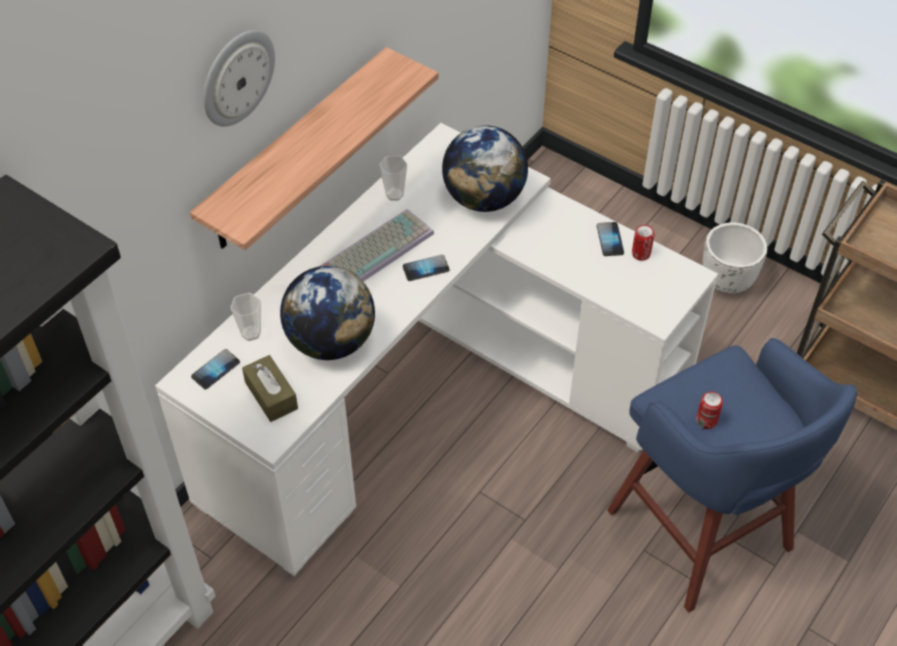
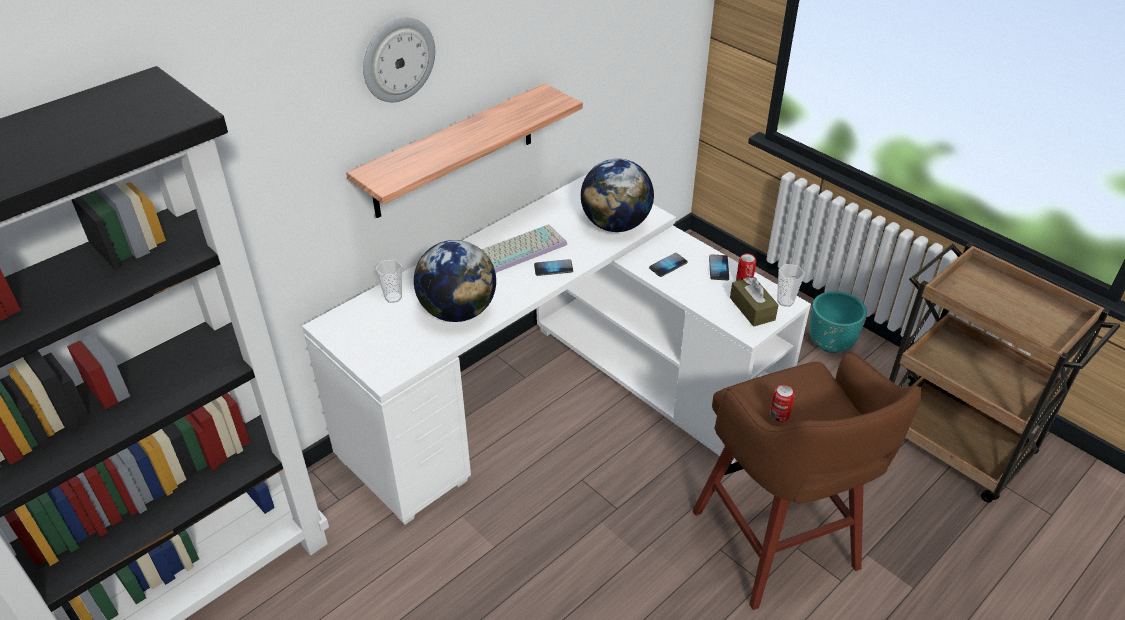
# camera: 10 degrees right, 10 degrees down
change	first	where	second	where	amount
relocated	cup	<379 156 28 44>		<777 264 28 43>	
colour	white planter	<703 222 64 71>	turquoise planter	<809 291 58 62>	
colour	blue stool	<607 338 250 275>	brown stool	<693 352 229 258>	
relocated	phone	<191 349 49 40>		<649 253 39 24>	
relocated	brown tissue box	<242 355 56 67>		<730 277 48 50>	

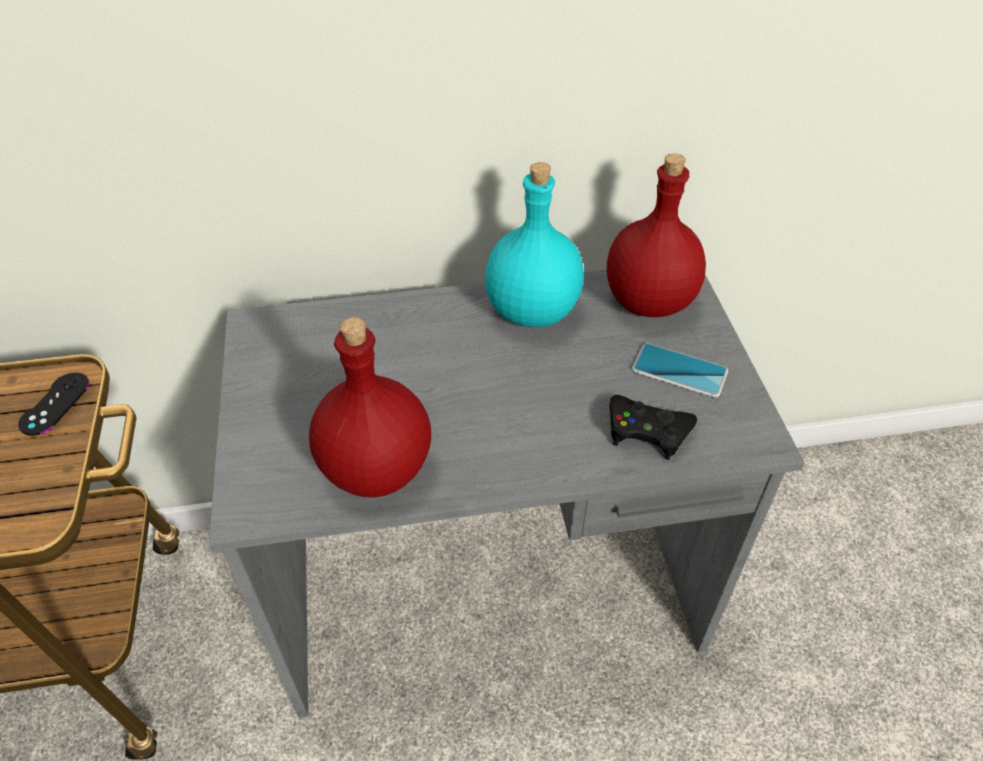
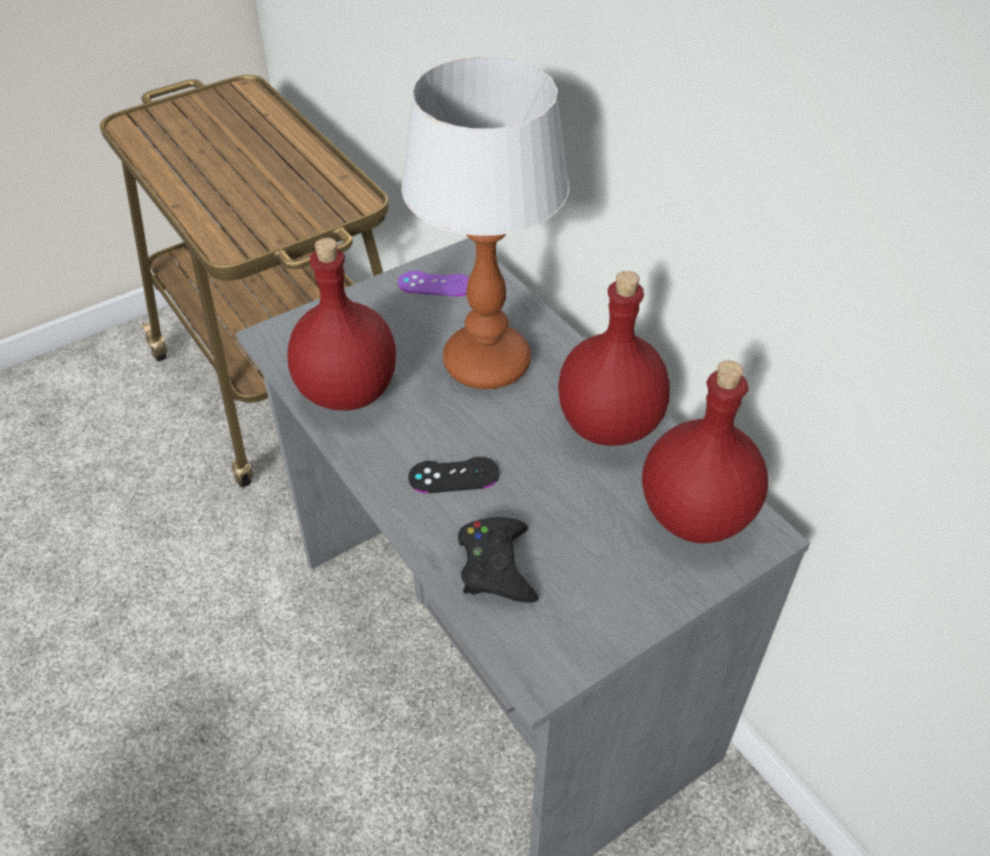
# camera: 65 degrees right, 0 degrees up
change	first	where	second	where	amount
colour	turquoise bottle	<485 162 99 165>	red bottle	<558 271 112 175>	
missing	phone	<632 343 96 55>			
relocated	black game controller	<18 373 71 63>		<408 457 92 36>	
appeared			table lamp	<401 56 169 333>	
appeared			purple game controller	<398 271 71 25>	

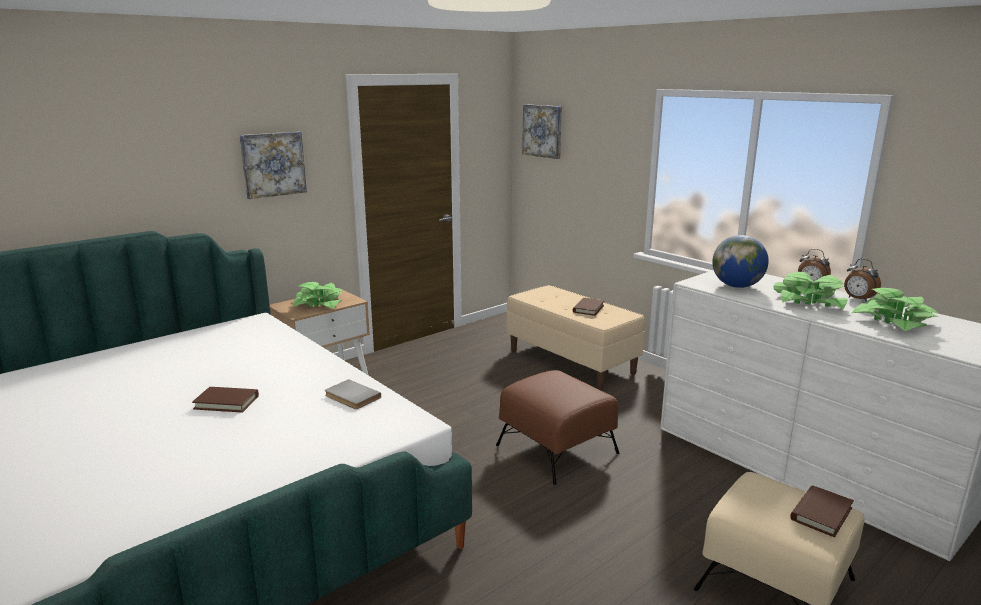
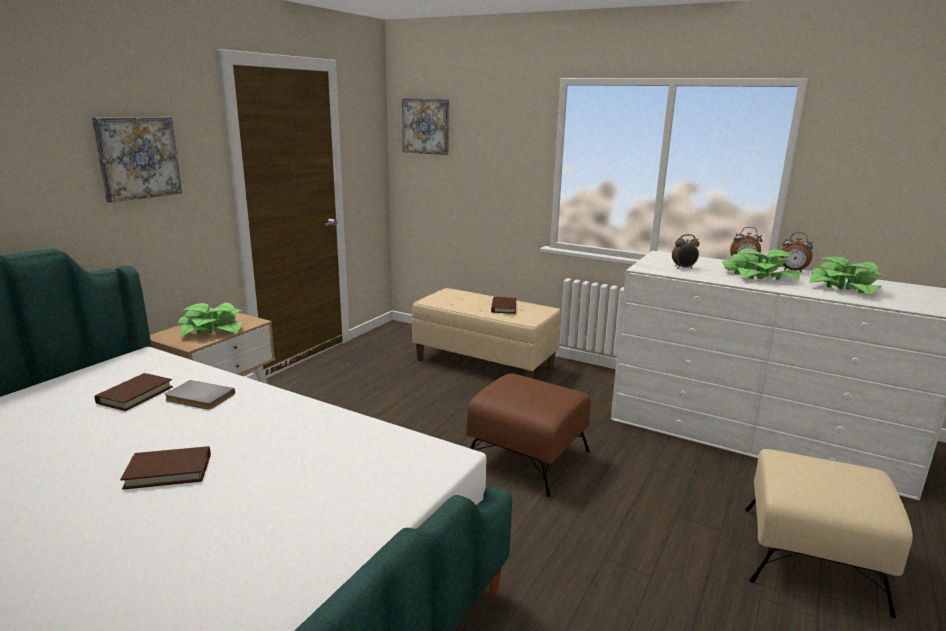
# camera: 20 degrees left, 0 degrees up
change	first	where	second	where	amount
exchanged	globe	<712 235 57 53>	alarm clock	<672 234 28 35>	
relocated	grey book	<325 379 56 30>		<165 380 70 30>	
relocated	brown book	<790 485 64 52>		<95 373 78 38>	

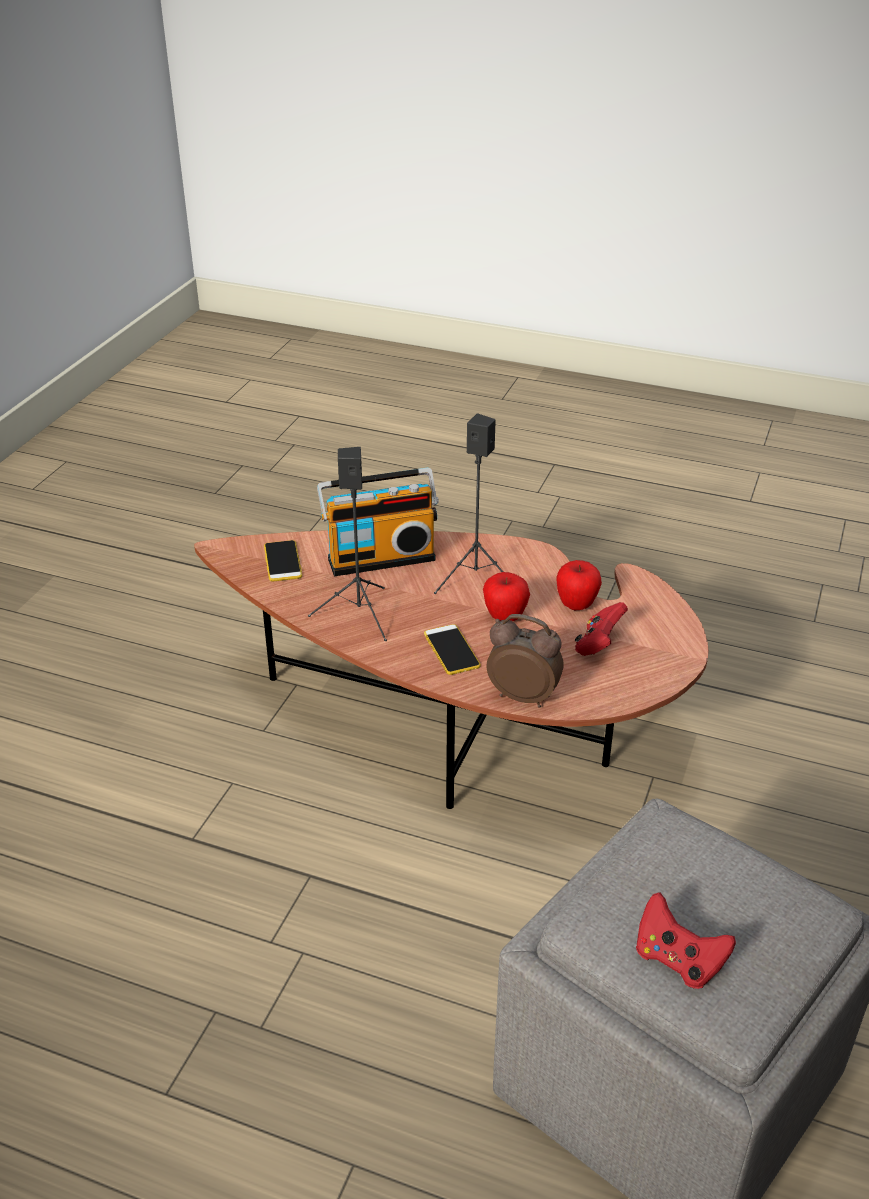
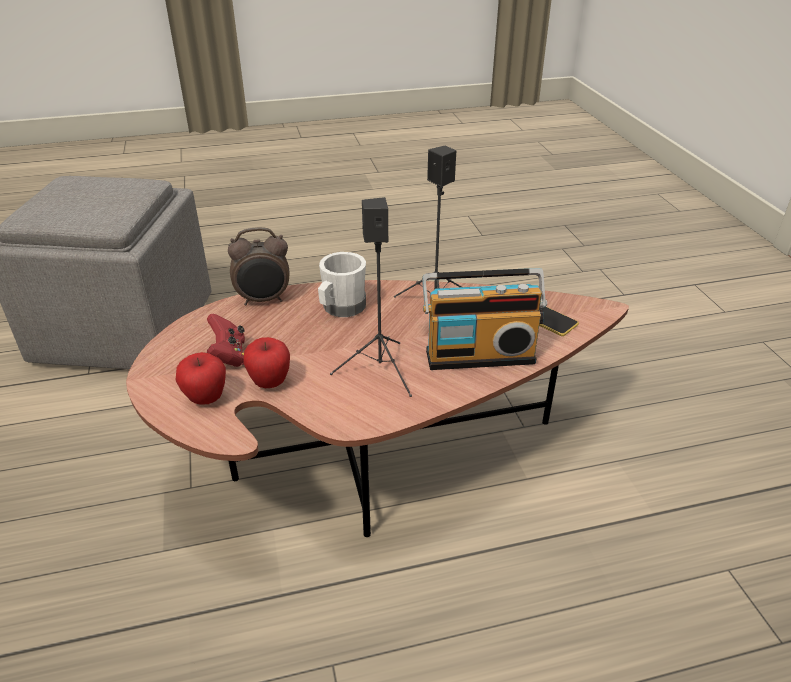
# camera: 145 degrees right, 0 degrees up
change	first	where	second	where	amount
spun	radio	<317 468 122 108>		<422 268 125 102>	135 degrees counterclockwise
relocated	apple	<483 572 47 49>		<176 352 50 53>	
exchanged	phone	<424 624 57 51>	white mug	<318 252 48 65>	
missing	red game controller	<636 892 100 97>			

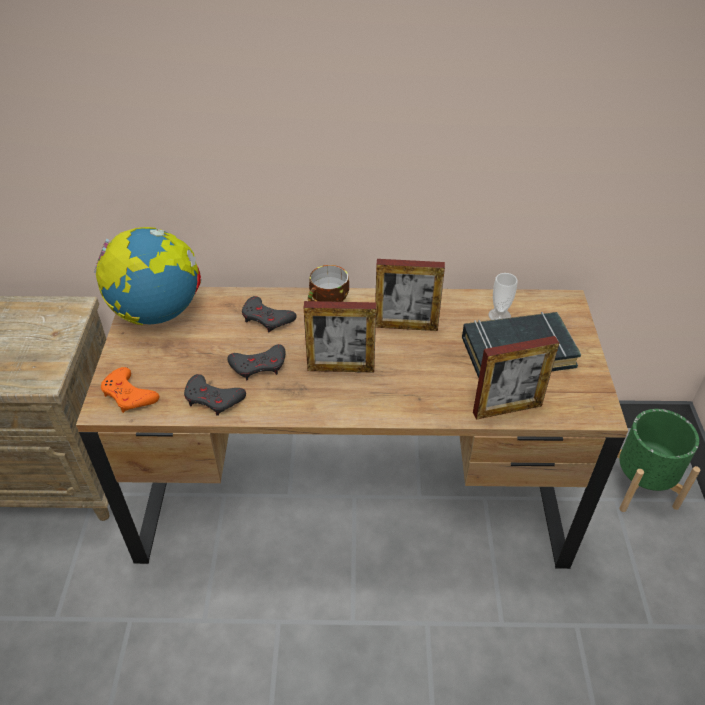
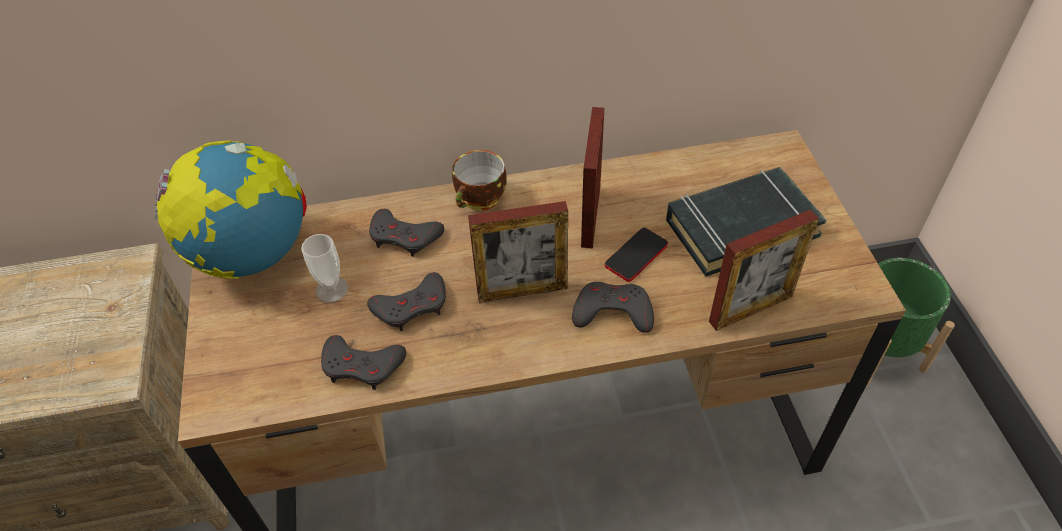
# camera: 10 degrees left, 5 degrees up
change	first	where	second	where	amount
spun	picture frame	<375 259 70 72>		<581 107 23 141>	105 degrees clockwise
relocated	cup	<488 273 30 47>		<301 234 47 68>	
missing	orange game controller	<101 367 58 46>			
appeared			phone	<605 228 63 54>	
appeared			grey game controller	<572 282 82 51>	

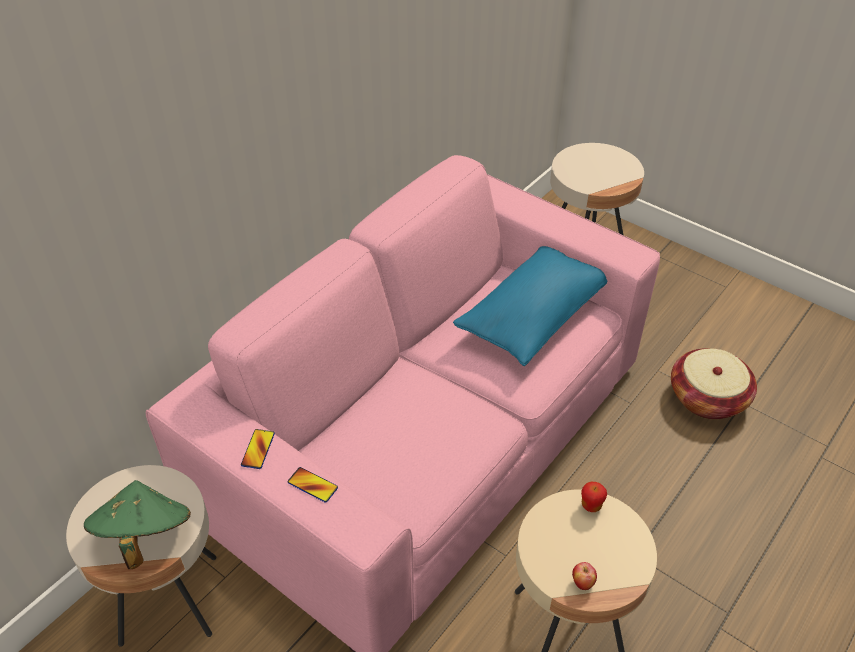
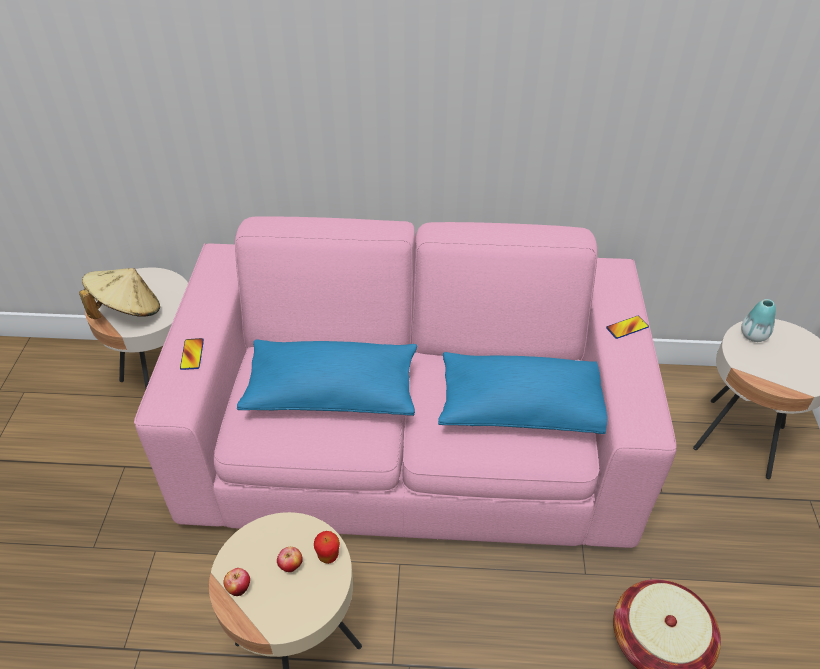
# camera: 55 degrees right, 0 degrees up
change	first	where	second	where	amount
relocated	phone	<241 429 34 40>		<606 316 43 23>	
colour	green hat	<84 480 107 89>	beige hat	<79 268 81 51>	
appeared			vase	<741 299 35 43>	
appeared			blue pillow	<237 339 180 77>	
appeared			apple	<277 547 26 25>	

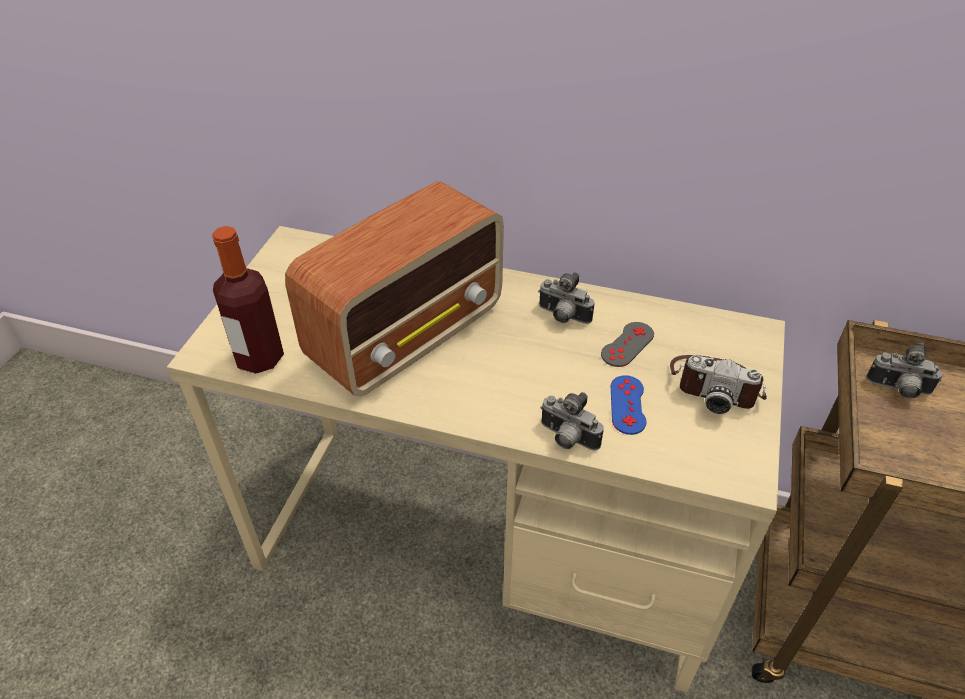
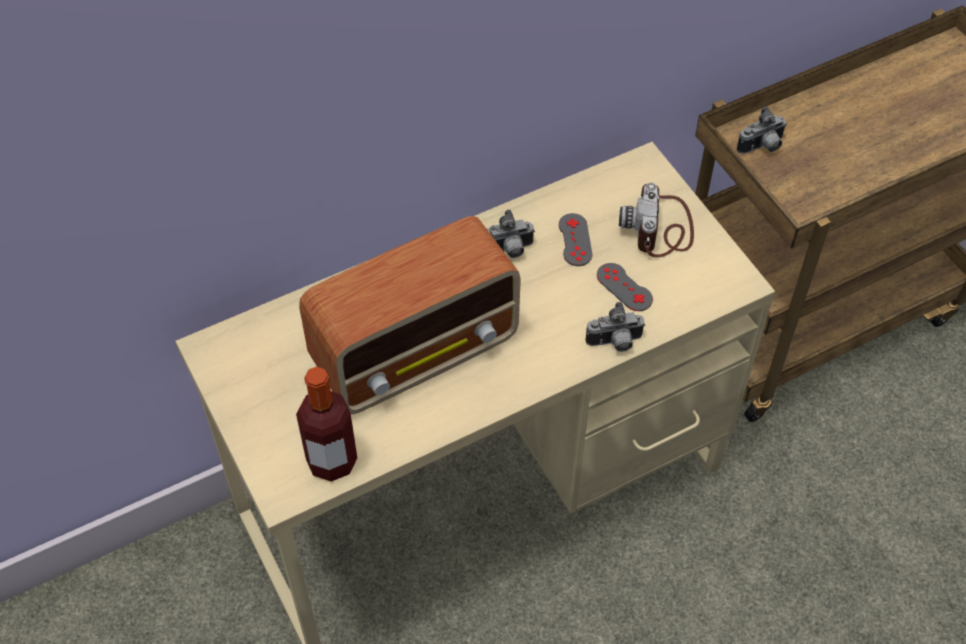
# camera: 45 degrees left, 10 degrees up
change	first	where	second	where	amount
spun	radio	<285 181 219 215>		<299 216 222 198>	60 degrees clockwise
spun	photo camera	<670 355 97 59>		<619 183 75 75>	120 degrees clockwise
colour	blue game controller	<610 375 37 60>	grey game controller	<597 263 56 48>	

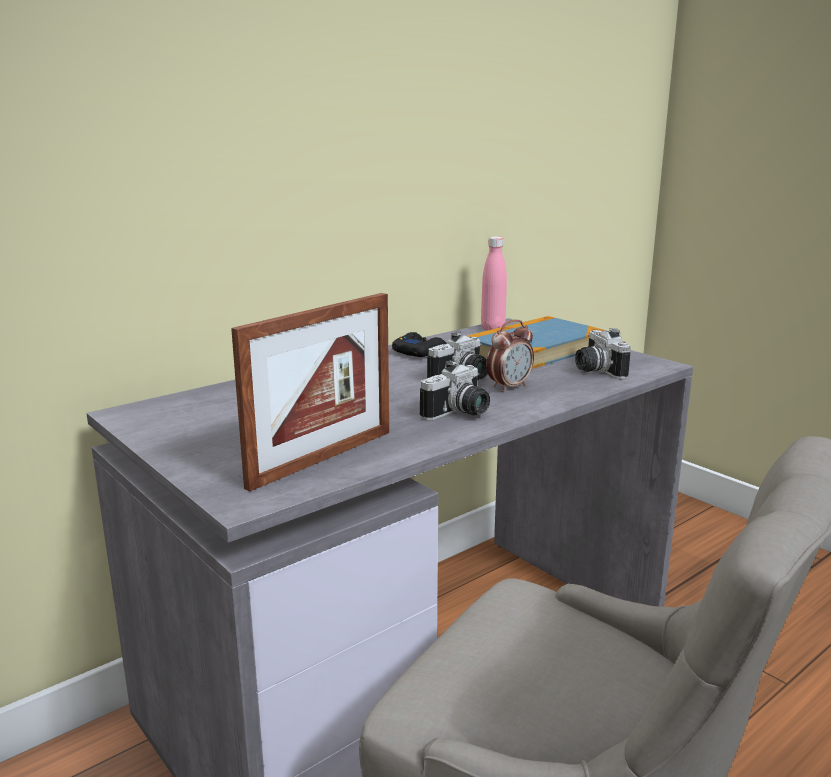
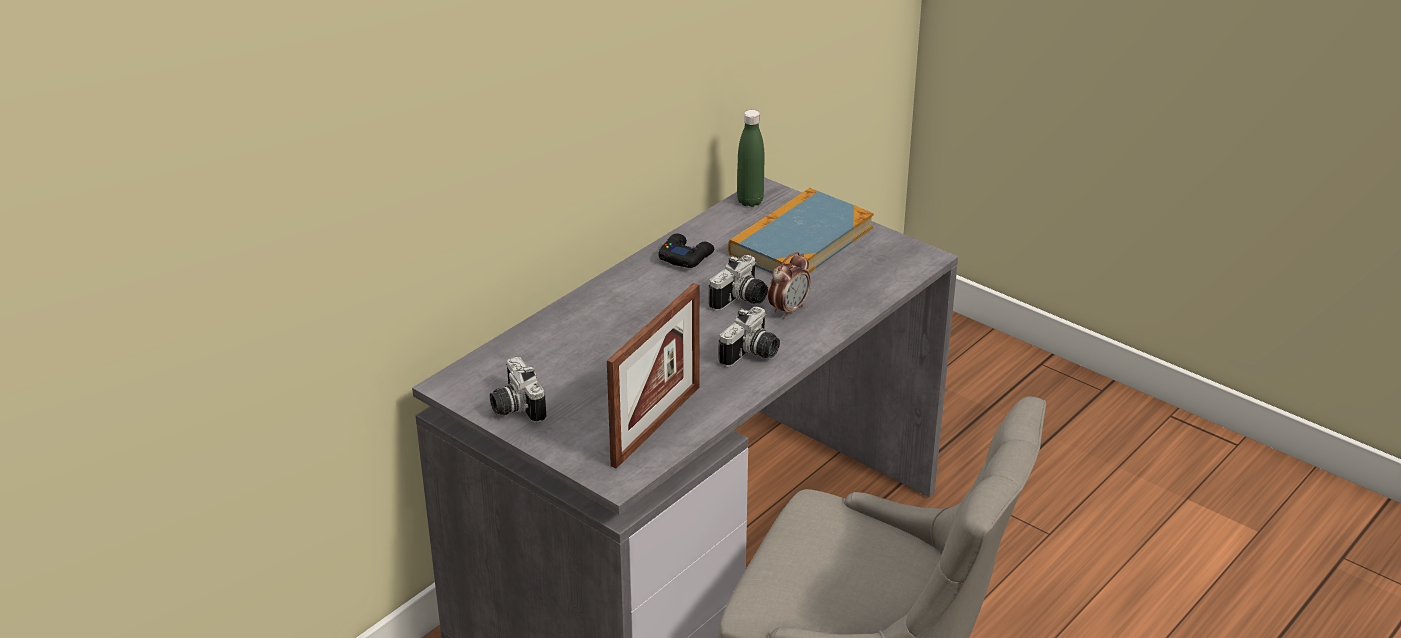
# camera: 10 degrees left, 15 degrees up
change	first	where	second	where	amount
colour	pink bottle	<481 236 26 94>	green bottle	<737 110 28 97>	
relocated	photo camera	<575 328 56 51>		<490 357 56 66>	

